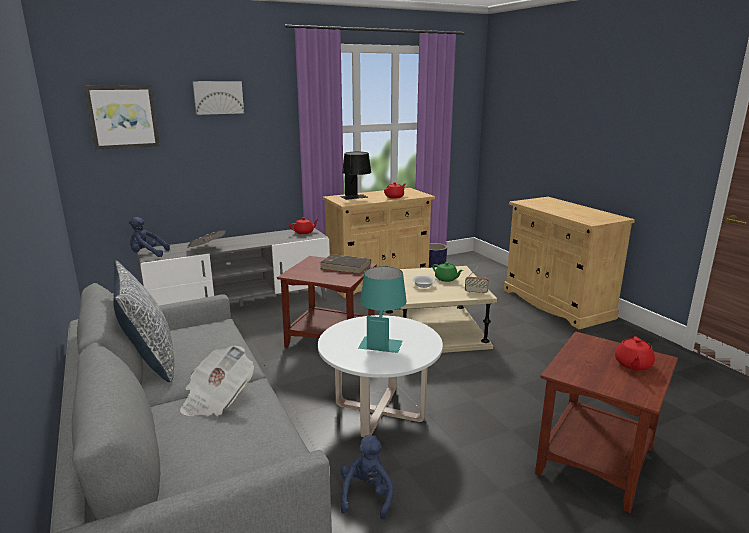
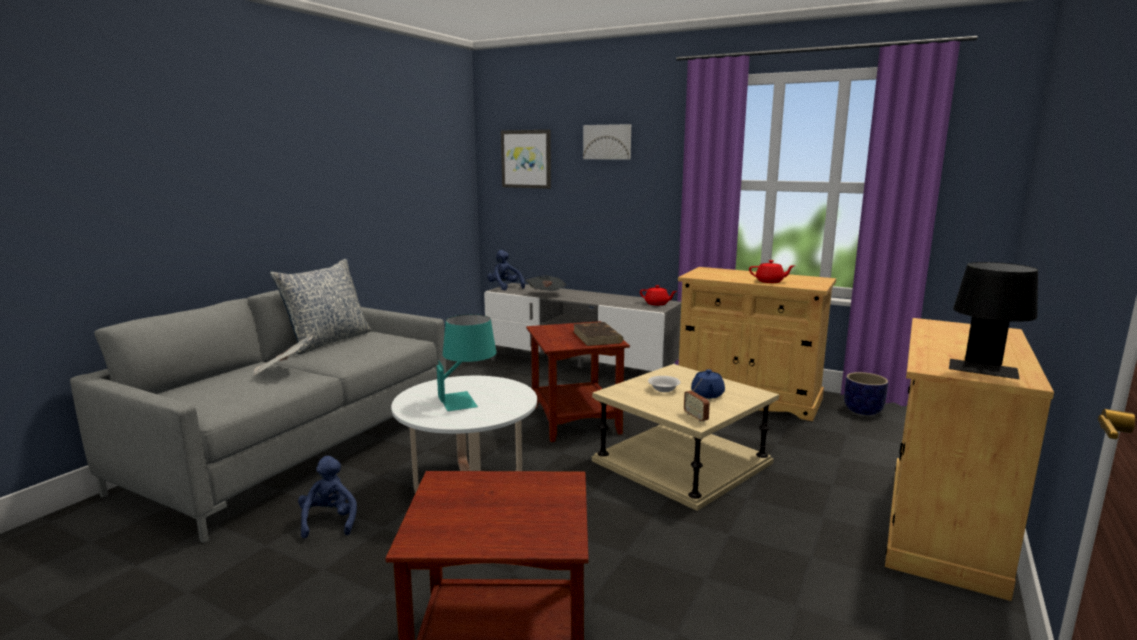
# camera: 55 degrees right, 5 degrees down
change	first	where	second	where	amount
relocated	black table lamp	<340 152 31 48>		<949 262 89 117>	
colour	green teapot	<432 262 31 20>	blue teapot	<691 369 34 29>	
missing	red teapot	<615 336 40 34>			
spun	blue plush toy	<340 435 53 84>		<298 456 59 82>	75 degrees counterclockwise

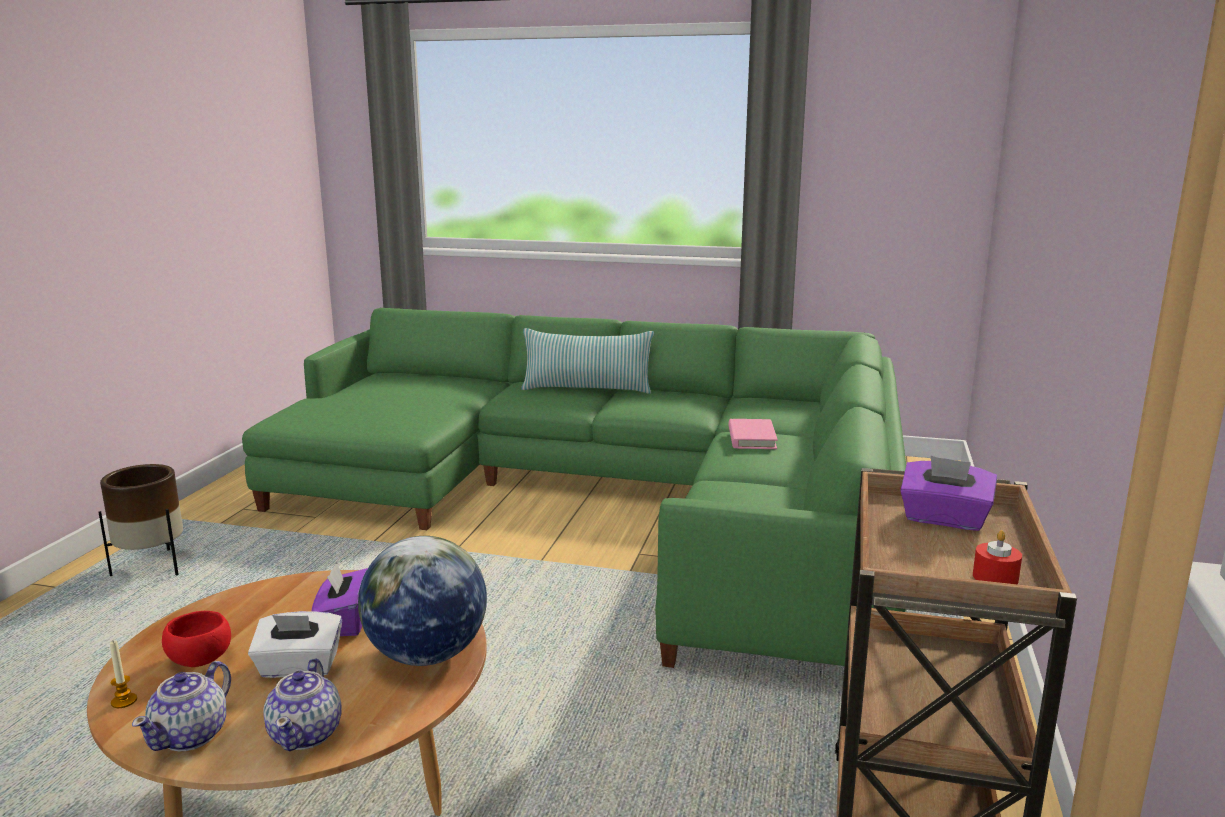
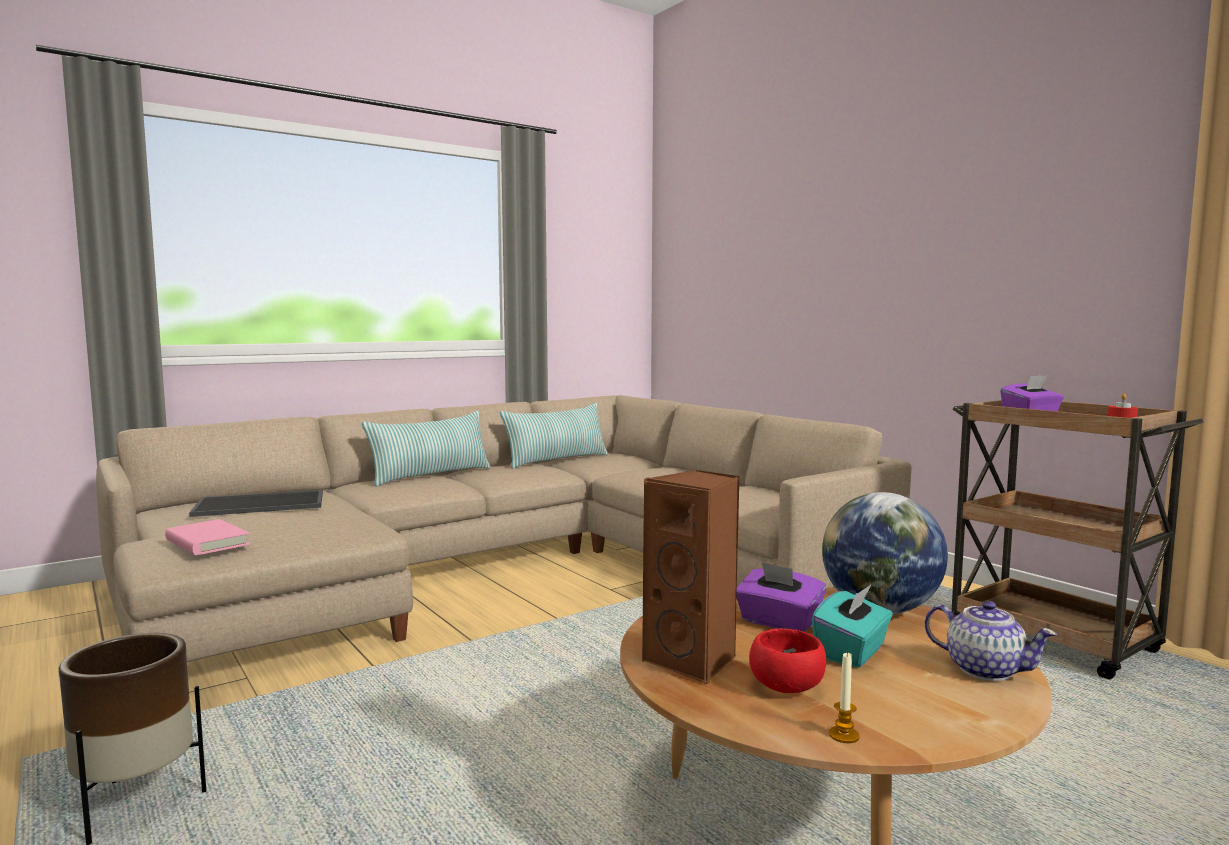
# camera: 50 degrees left, 10 degrees down
change	first	where	second	where	amount
colour	green sofa	<242 308 664 360>	beige sofa	<96 395 816 267>	
relocated	pink book	<728 419 50 30>		<165 519 85 36>	
colour	white tissue box	<248 611 94 67>	turquoise tissue box	<812 584 81 84>	
missing	teapot	<132 661 99 90>			
appeared			pillow	<500 403 108 66>	
appeared			brown speaker	<642 470 97 215>	
appeared			tray	<189 489 134 28>	

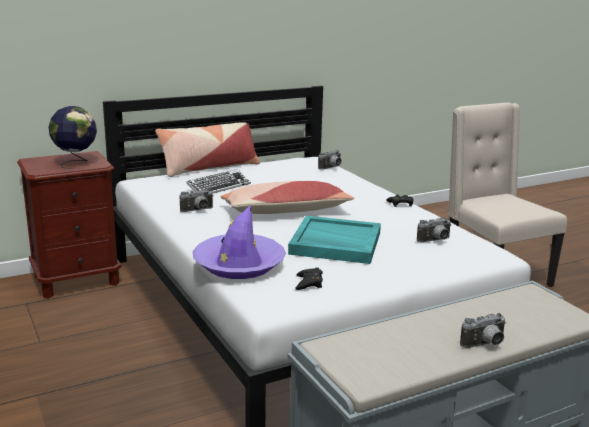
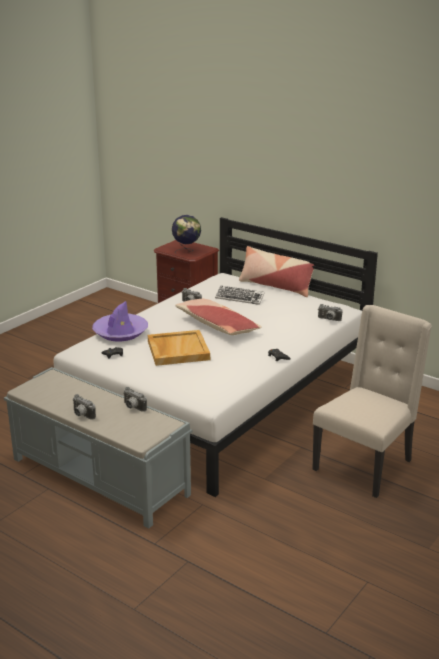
# camera: 65 degrees right, 5 degrees up
change	first	where	second	where	amount
colour	turquoise tray	<288 216 93 48>	beige tray	<148 330 62 36>	
relocated	photo camera	<417 217 35 25>		<123 387 24 25>	

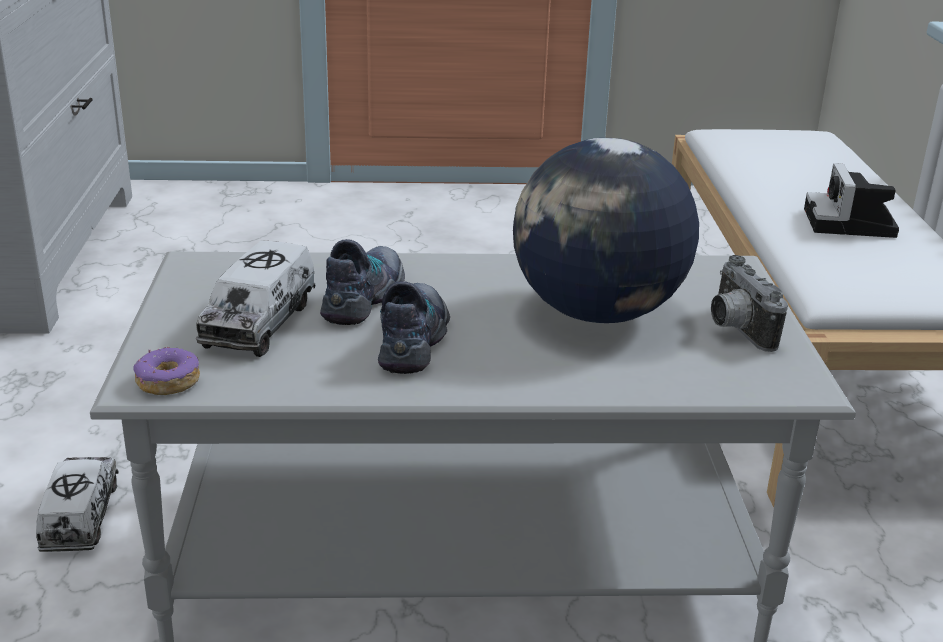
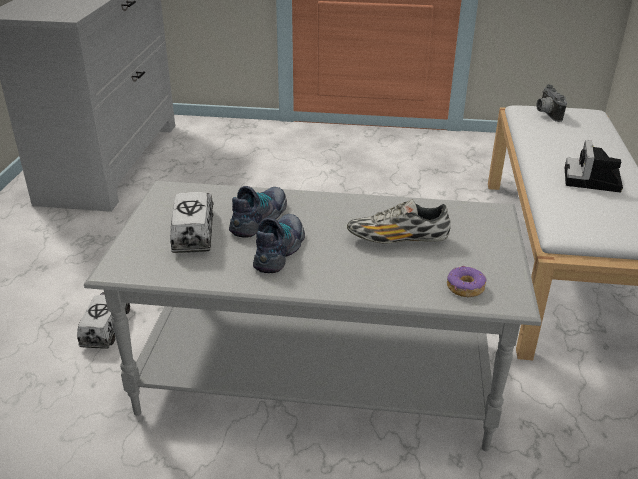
# camera: 10 degrees right, 5 degrees up
change	first	where	second	where	amount
exchanged	globe	<513 138 186 185>	shoe	<347 199 104 45>	
spun	toy truck	<196 240 120 117>		<170 192 44 61>	150 degrees clockwise
relocated	photo camera	<711 255 77 97>		<537 84 30 38>	
relocated	donut	<133 347 67 48>		<447 266 39 31>	

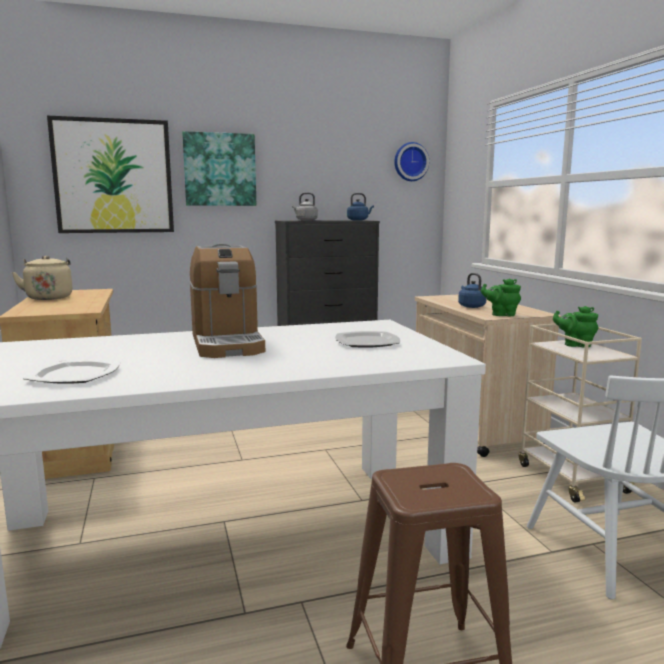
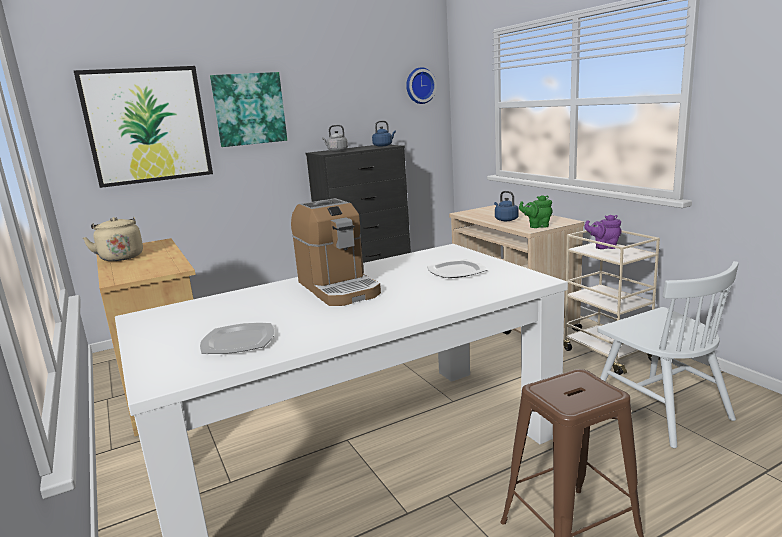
# camera: 10 degrees left, 5 degrees up
change	first	where	second	where	amount
colour	green teapot	<553 306 45 42>	purple teapot	<584 215 38 34>	

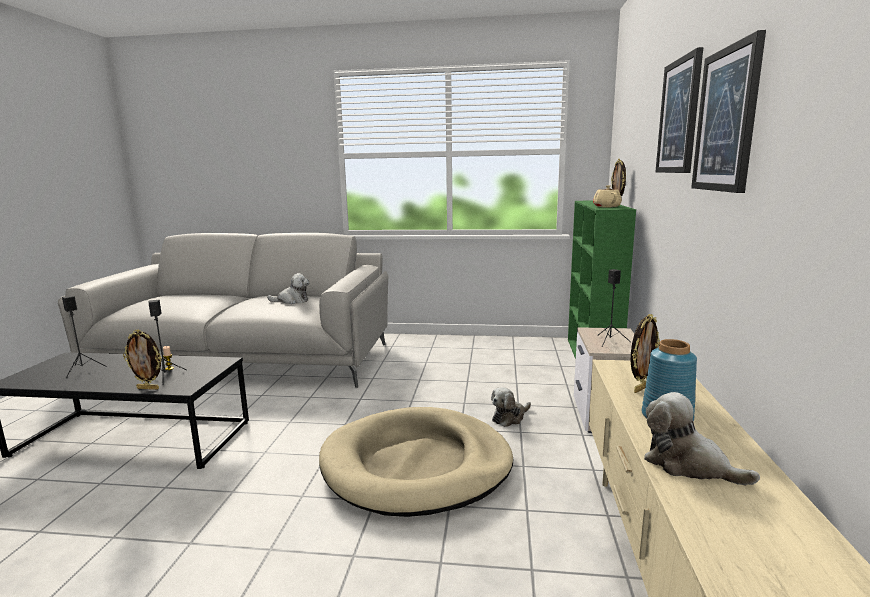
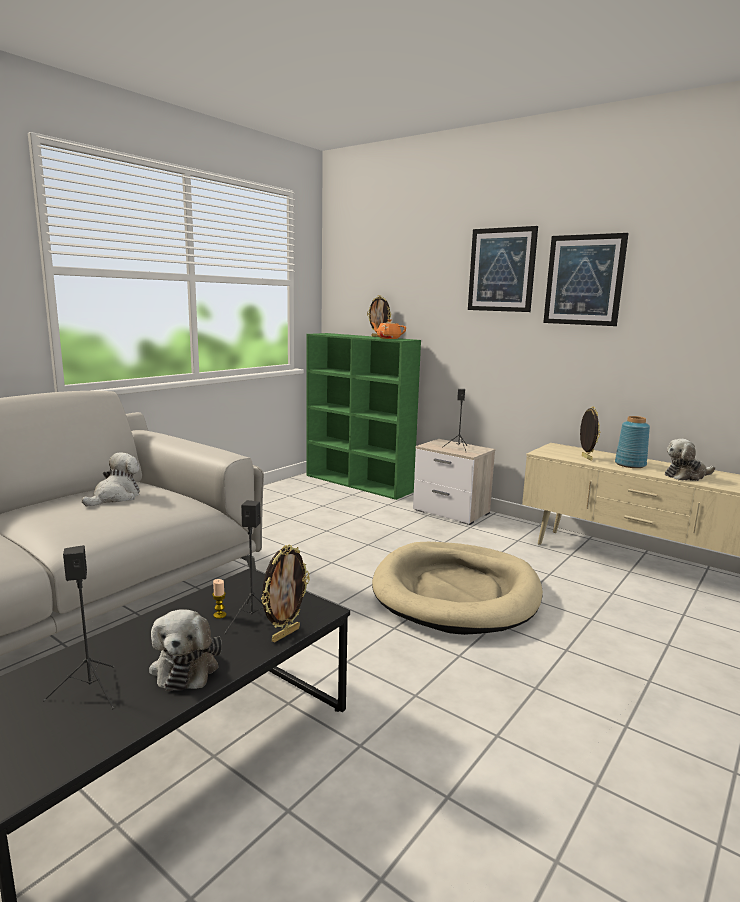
# camera: 60 degrees left, 0 degrees up
change	first	where	second	where	amount
colour	beige teapot	<593 185 29 22>	orange teapot	<372 319 34 20>	
relocated	plush toy	<491 387 40 40>		<149 609 73 82>	

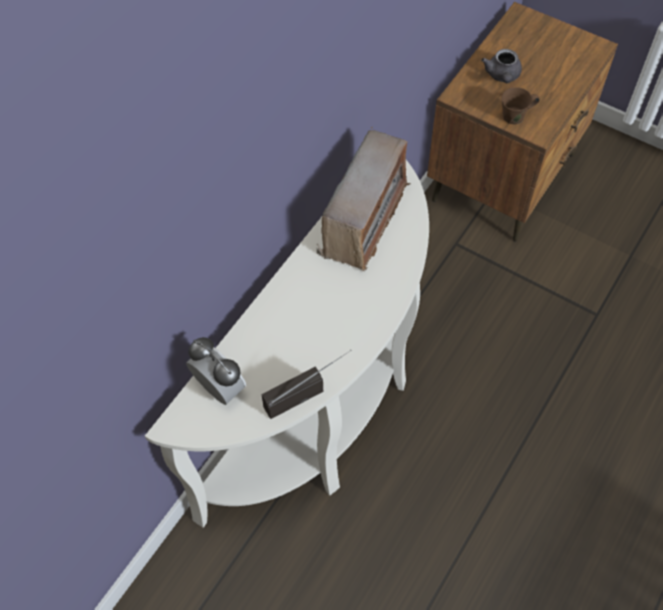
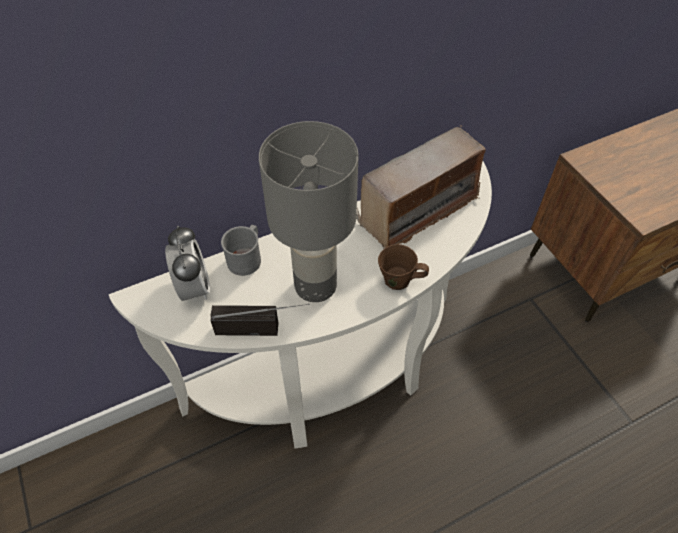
# camera: 30 degrees right, 5 degrees down
change	first	where	second	where	amount
missing	grey teapot	<481 49 41 34>			
relocated	brown mug	<502 87 38 38>		<378 244 51 46>	
appeared			grey table lamp	<259 121 99 181>	
appeared			grey mug	<221 225 40 51>	

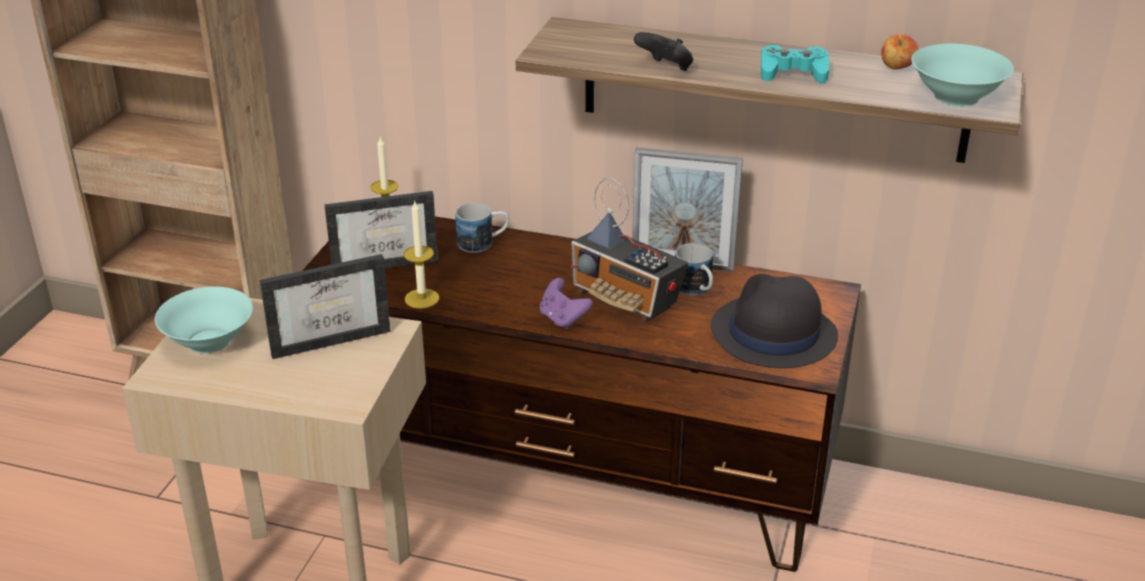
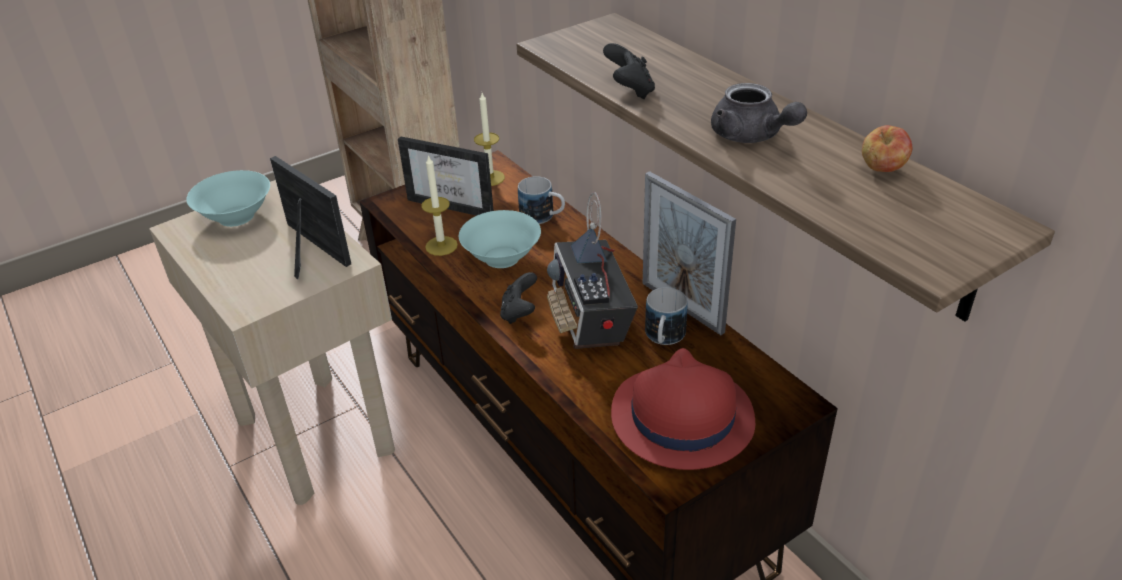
# camera: 40 degrees right, 5 degrees up
change	first	where	second	where	amount
relocated	turquoise bowl	<911 43 103 64>		<459 210 82 58>	
exchanged	turquoise game controller	<761 45 68 39>	grey teapot	<711 83 96 60>	
spun	picture frame	<260 254 131 105>		<270 156 81 123>	150 degrees counterclockwise
colour	black hat	<711 274 127 94>	red hat	<611 348 144 122>	
colour	purple game controller	<540 278 53 52>	black game controller	<500 272 37 52>	

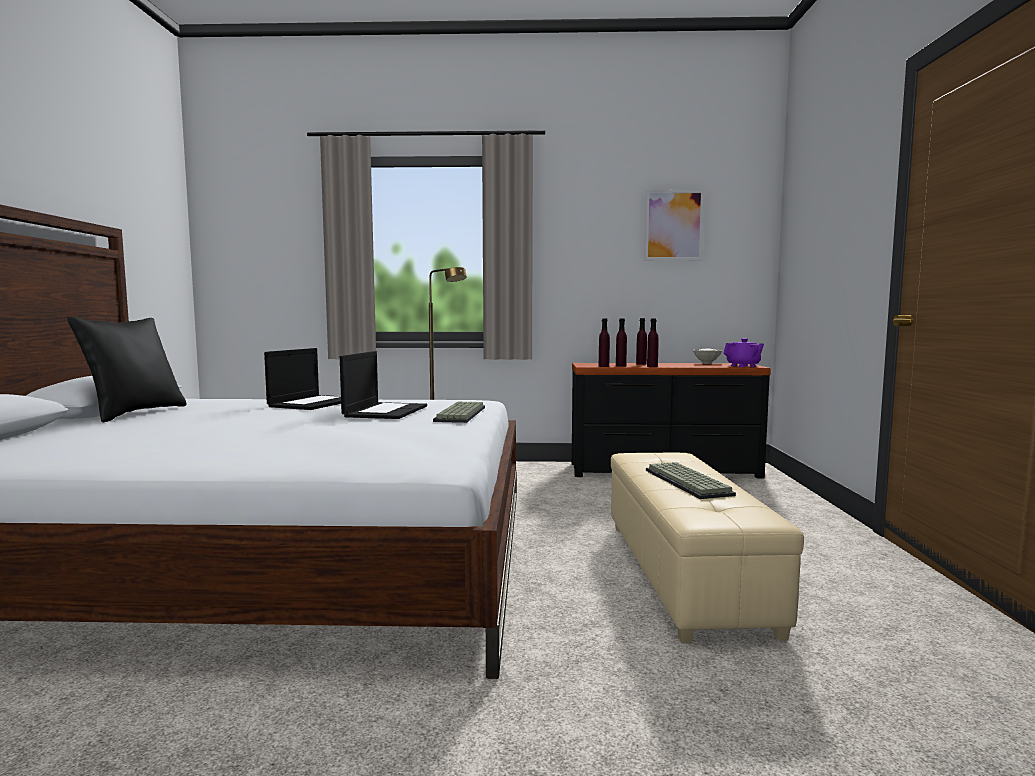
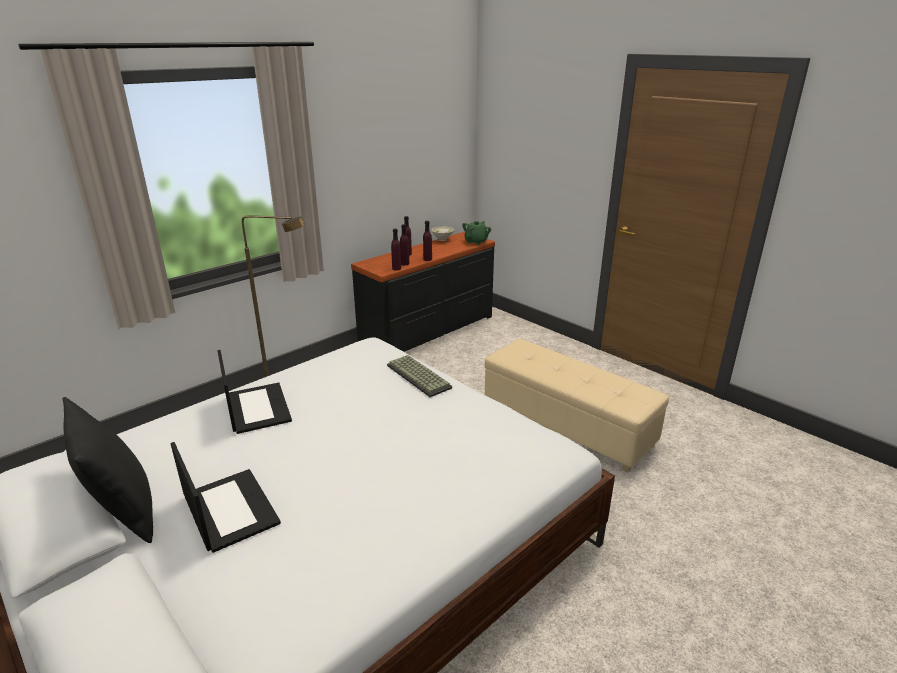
# camera: 45 degrees left, 20 degrees up
change	first	where	second	where	amount
missing	picture	<644 190 60 70>			
colour	purple teapot	<724 338 40 29>	green teapot	<462 221 29 24>	
relocated	laptop	<340 351 87 68>		<171 442 110 111>	
missing	keyboard	<646 462 90 37>			

